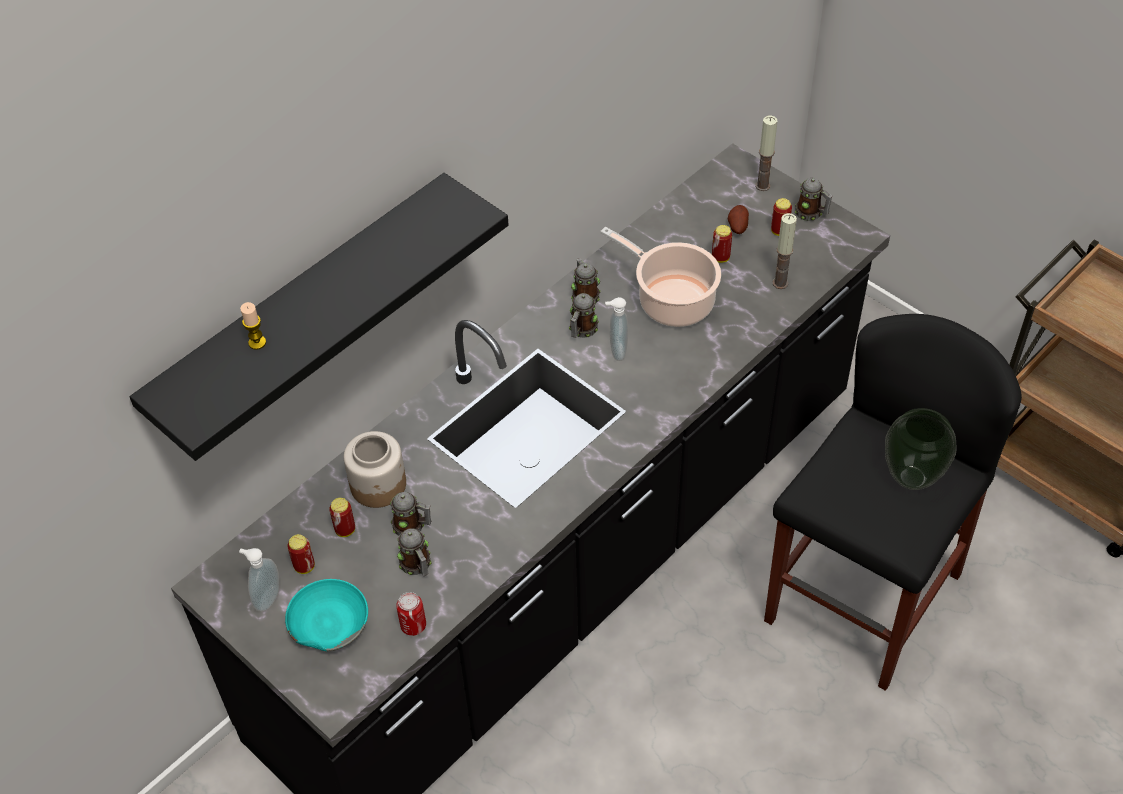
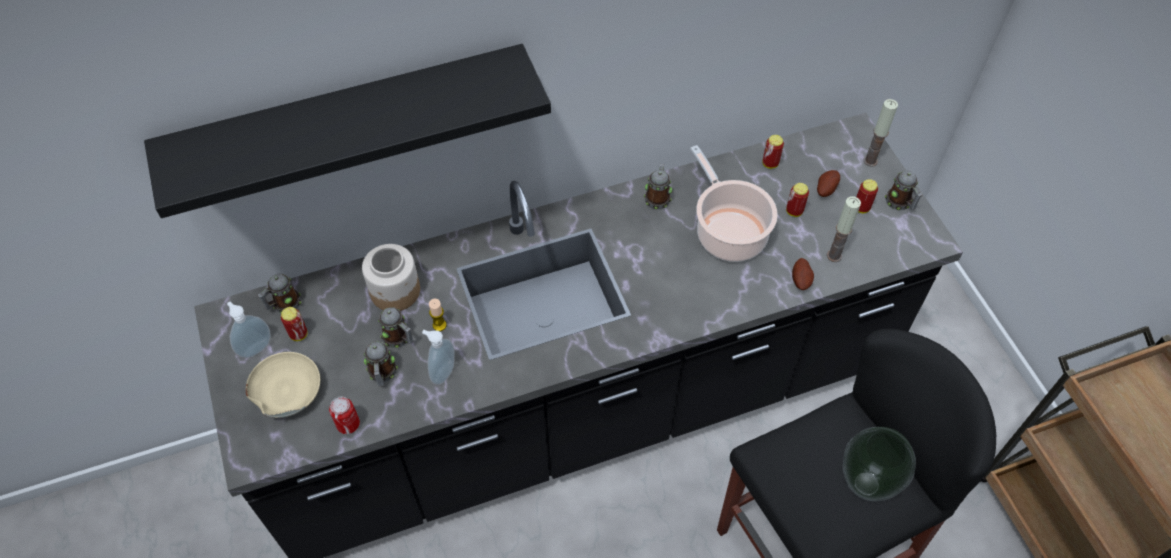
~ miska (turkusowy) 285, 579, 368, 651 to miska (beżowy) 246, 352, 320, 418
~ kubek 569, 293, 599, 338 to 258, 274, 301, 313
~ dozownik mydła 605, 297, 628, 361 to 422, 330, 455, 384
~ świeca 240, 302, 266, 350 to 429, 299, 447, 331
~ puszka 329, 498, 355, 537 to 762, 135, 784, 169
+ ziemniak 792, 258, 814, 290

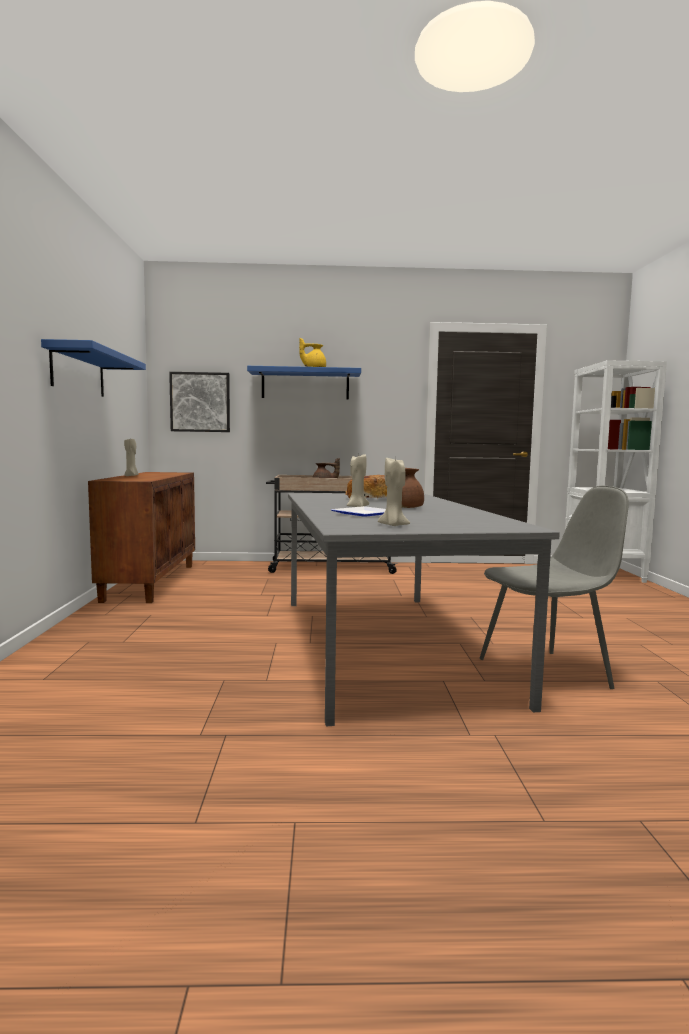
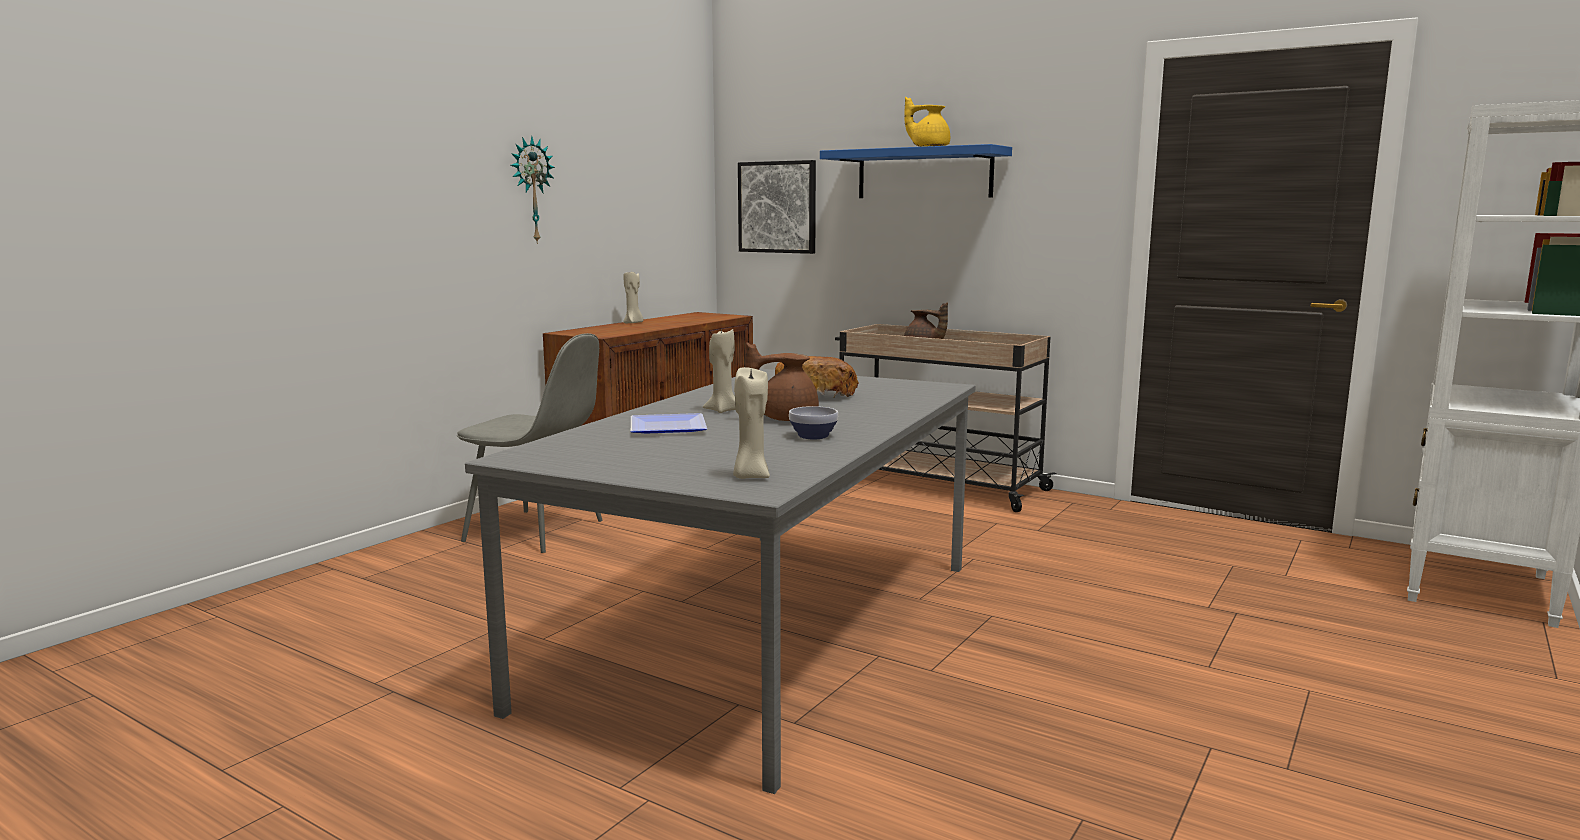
~ krzesło (szary) 480, 486, 629, 689 to 457, 333, 602, 553
~ półka (niebieski) 41, 339, 146, 397 to zegar ścienny 511, 136, 555, 244
~ świeca (beżowy) 378, 457, 410, 526 to 733, 367, 770, 479
+ miska 789, 406, 838, 439

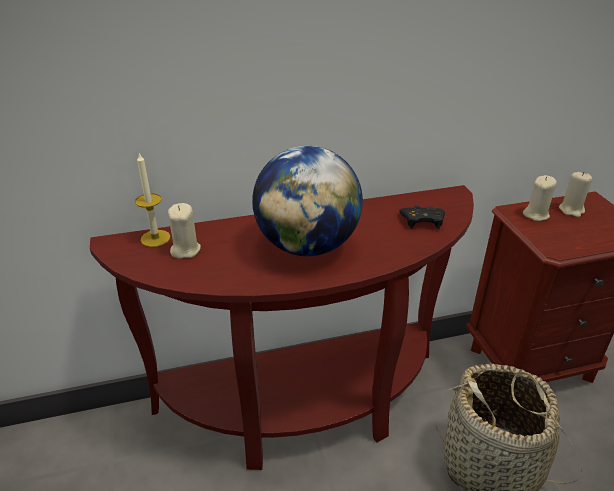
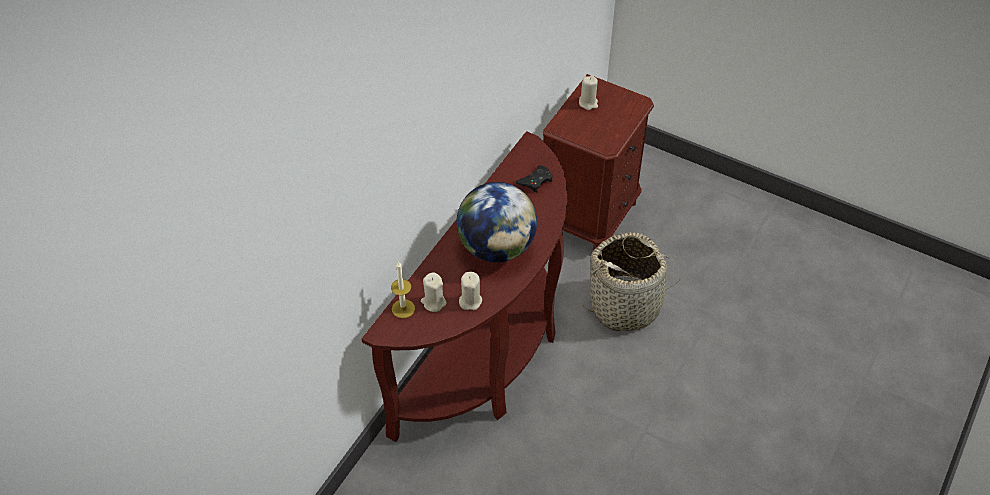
~ świeca (beżowy) 523, 175, 557, 221 to 459, 272, 482, 310

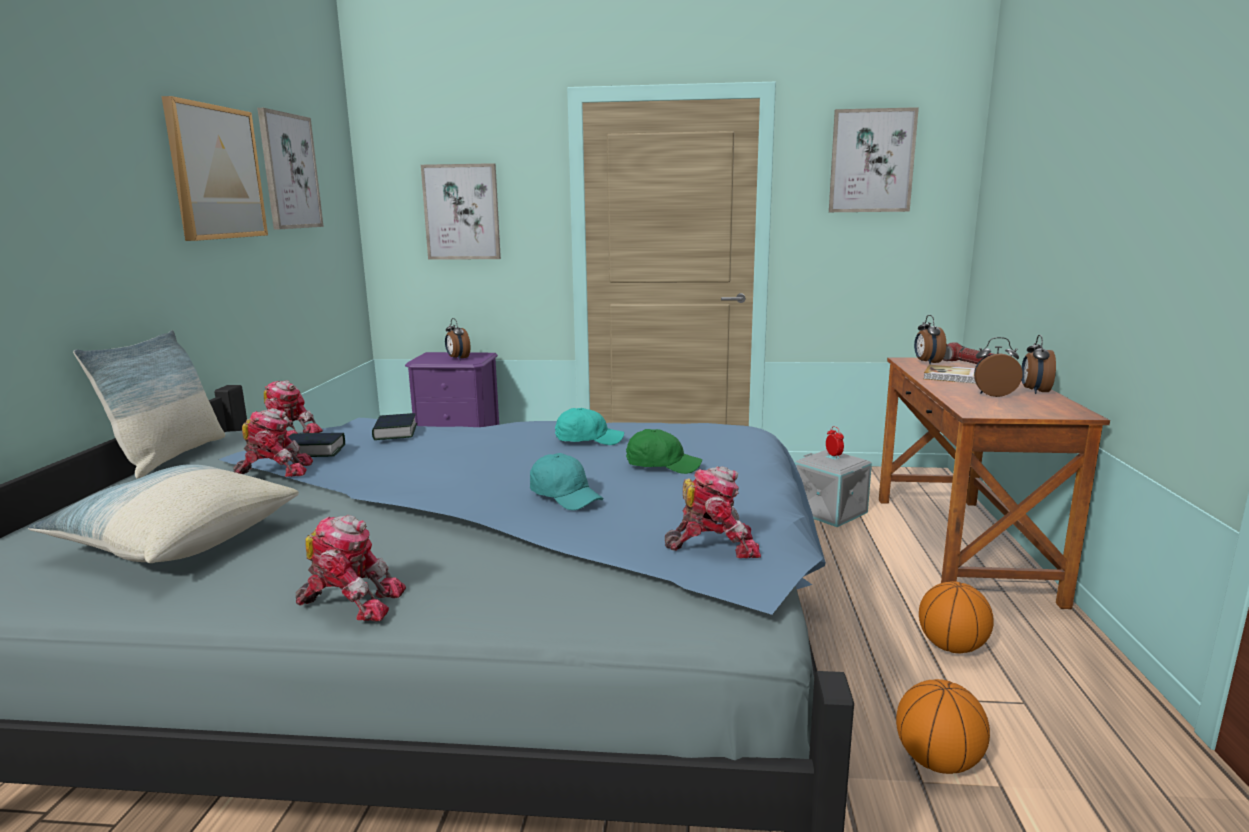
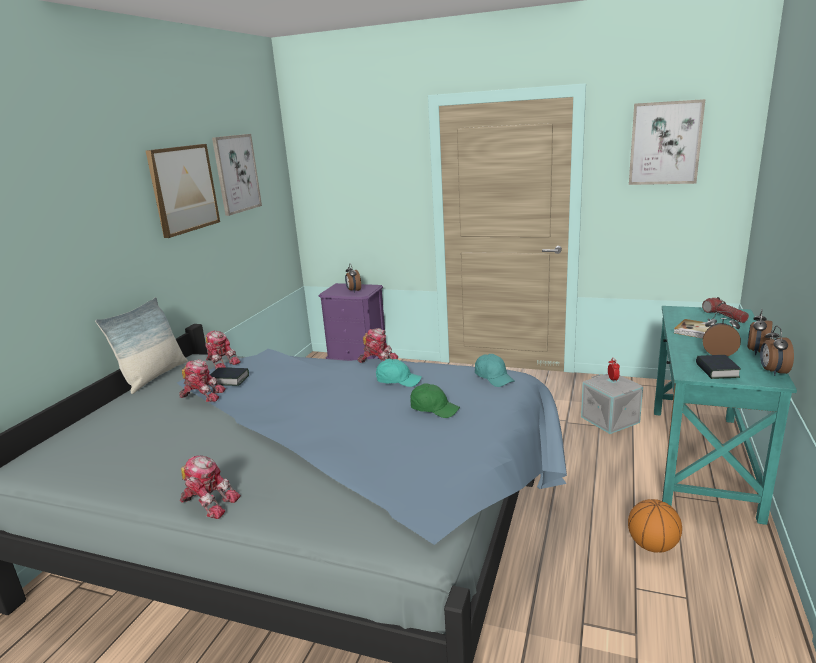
~ robot zabawkowy 665, 466, 761, 558 to 358, 328, 398, 363
~ czapka z daszkiem (turkusowy) 530, 453, 604, 510 to 475, 354, 515, 387
~ biurko (brązowy) 879, 357, 1110, 609 to biurko (turkusowy) 654, 306, 797, 525
~ książka 372, 413, 417, 440 to 696, 355, 741, 379
~ budzik 914, 315, 946, 365 to 760, 325, 794, 376
- poduszka 28, 464, 299, 563
- obraz 421, 163, 501, 260
- piłka do koszykówki 896, 679, 990, 774

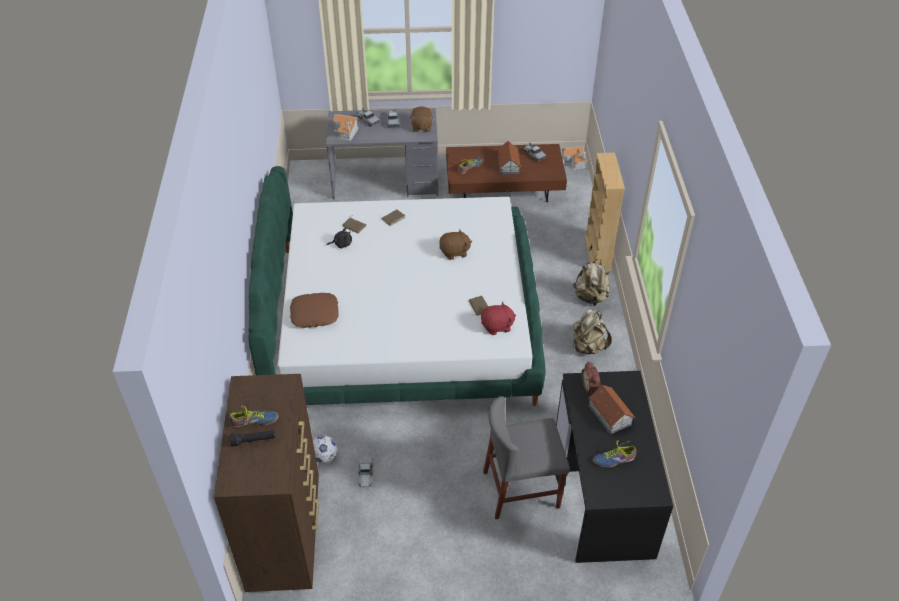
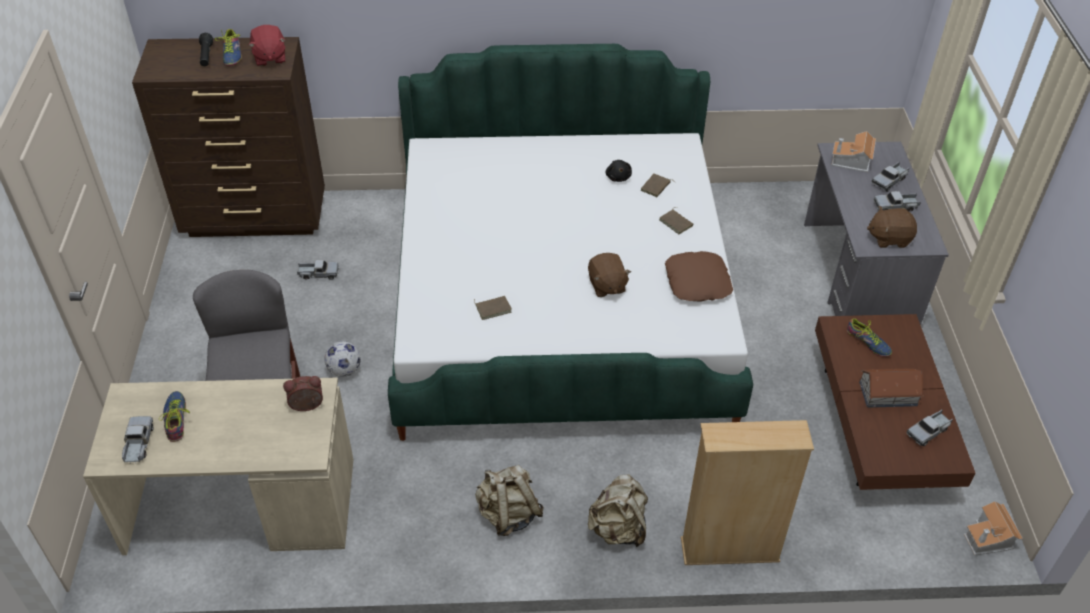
~ biurko (czarny) 556, 371, 673, 563 to biurko (beżowy) 83, 378, 353, 555
+ ciężarówka zabawkowa 122, 416, 153, 463
~ pluszak (czerwony) 481, 302, 516, 335 to 249, 25, 286, 66
~ piłka futbolowa 313, 435, 337, 463 to 324, 341, 361, 377
~ poduszka (brązowy) 290, 293, 339, 328 to 665, 251, 733, 302
- domek 588, 384, 635, 434

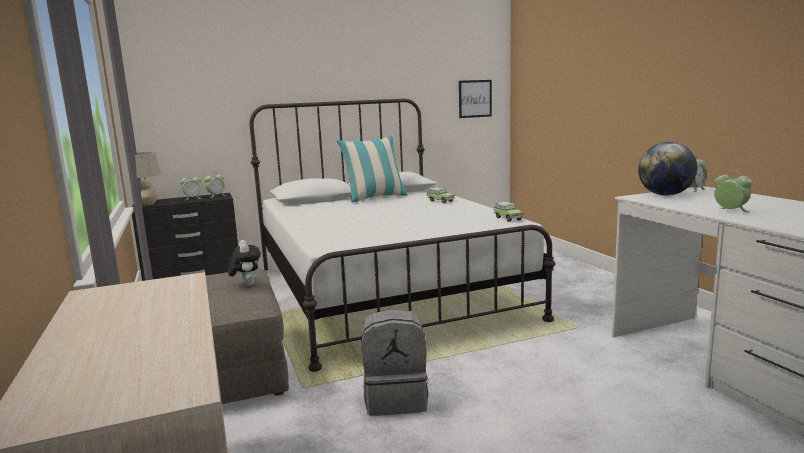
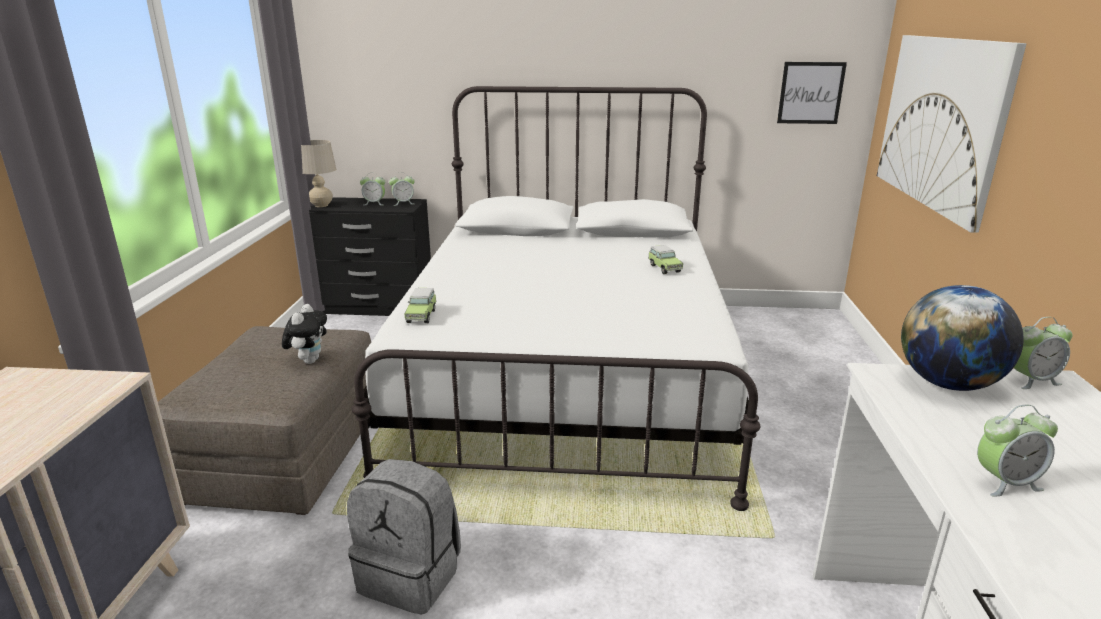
~ samochodzik 493, 202, 523, 222 to 405, 288, 437, 323
+ obraz 877, 35, 1027, 233
~ budzik 714, 170, 752, 212 = 977, 405, 1058, 497 90 degrees clockwise
- poduszka 337, 135, 408, 202

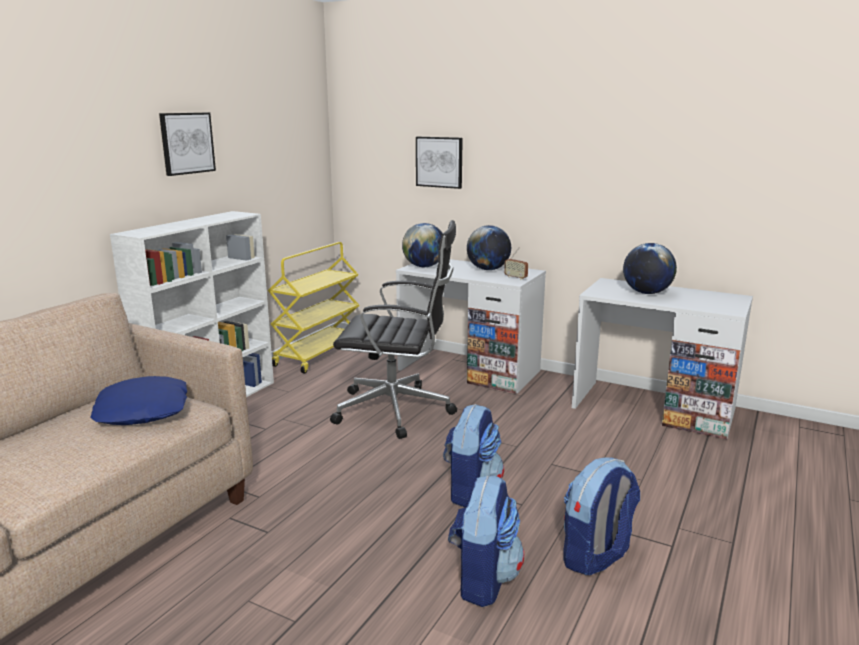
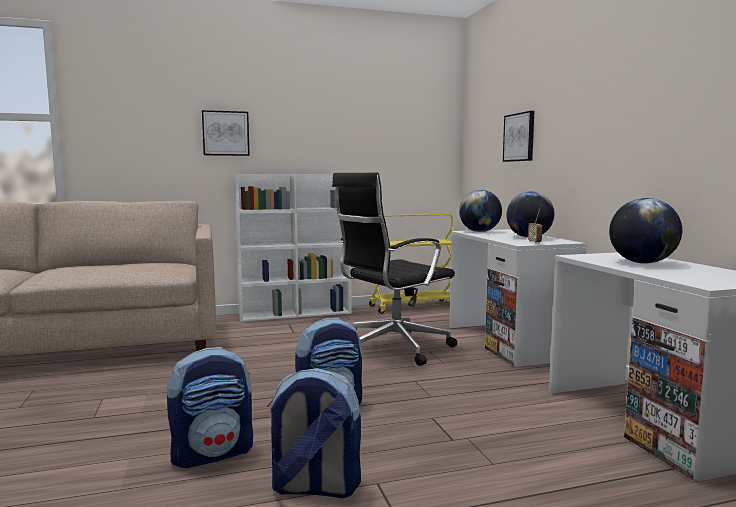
~ obraz 159, 113, 216, 176 to 202, 110, 250, 156
~ krzesło biurowe (czarny) 330, 220, 457, 439 = 332, 173, 457, 366 90 degrees clockwise
- poduszka (niebieski) 90, 376, 187, 425

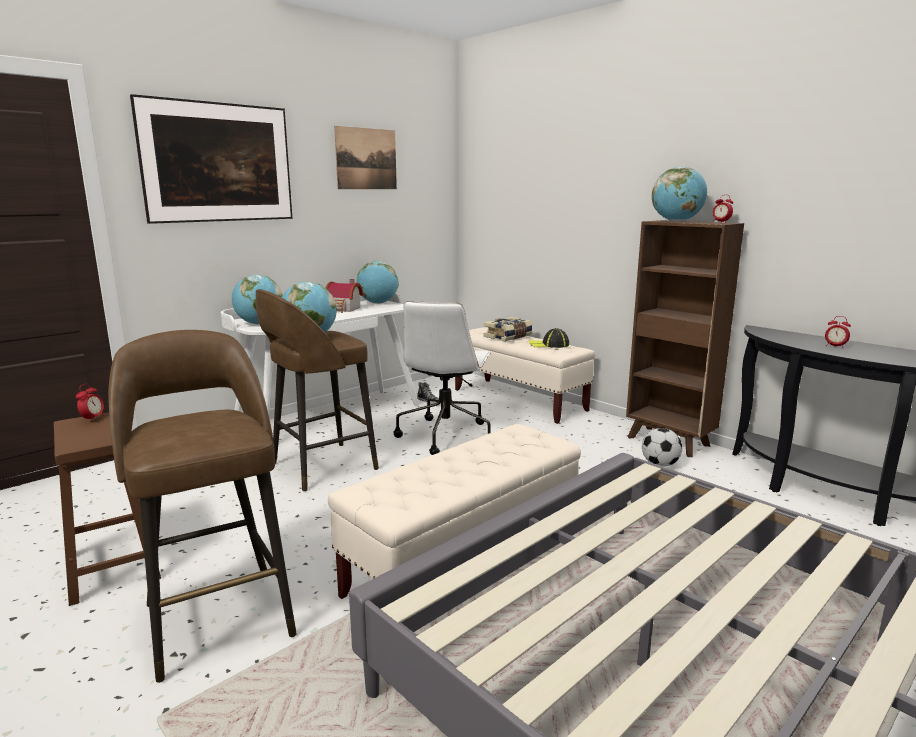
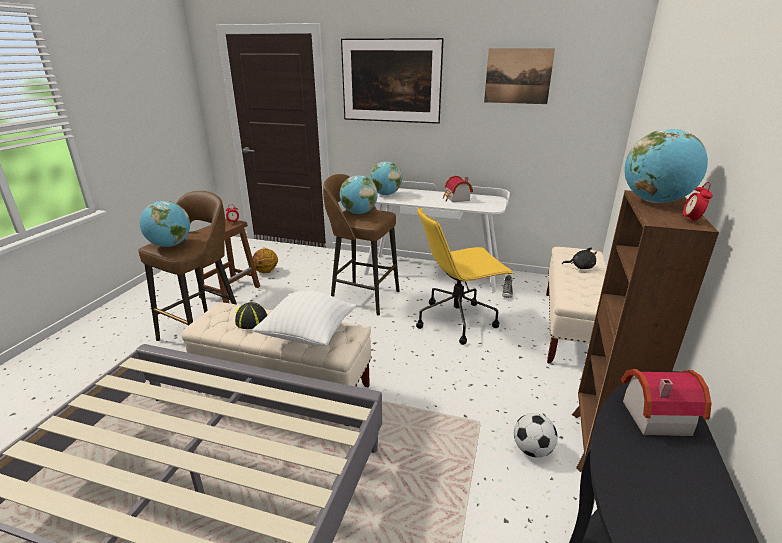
~ globus 356, 261, 399, 304 to 139, 201, 190, 247
~ czapka z daszkiem 529, 328, 569, 348 to 235, 302, 267, 329
+ piłka do koszykówki 252, 248, 278, 273
+ poduszka (biały) 253, 291, 357, 346
~ krzesło biurowe (biały) 394, 301, 491, 455 to krzesło biurowe (żółty) 416, 208, 514, 345
~ książka 484, 317, 533, 341 to pluszak (czarny) 562, 247, 597, 269
+ domek 621, 369, 711, 436
- budzik 825, 316, 851, 347

